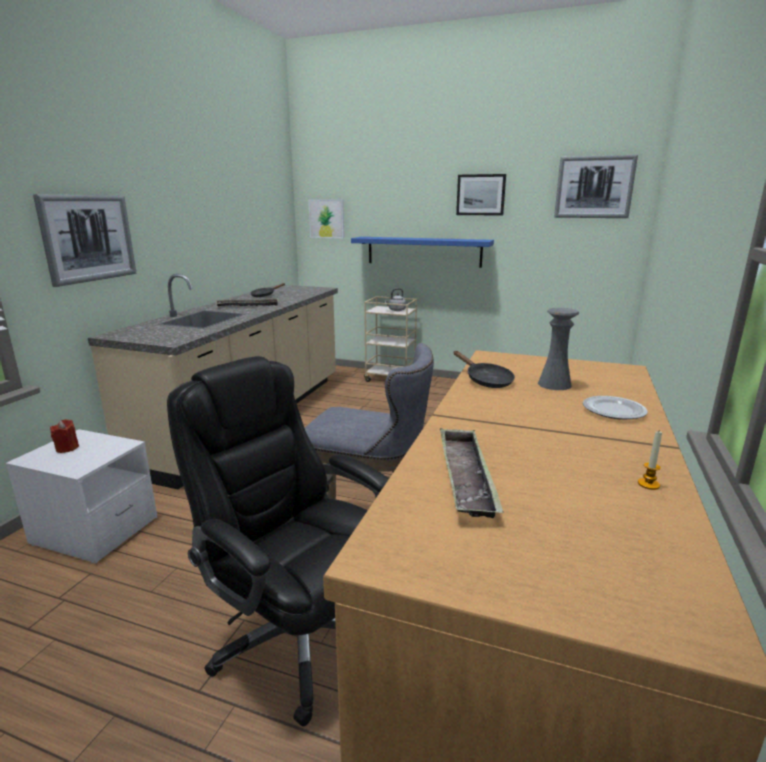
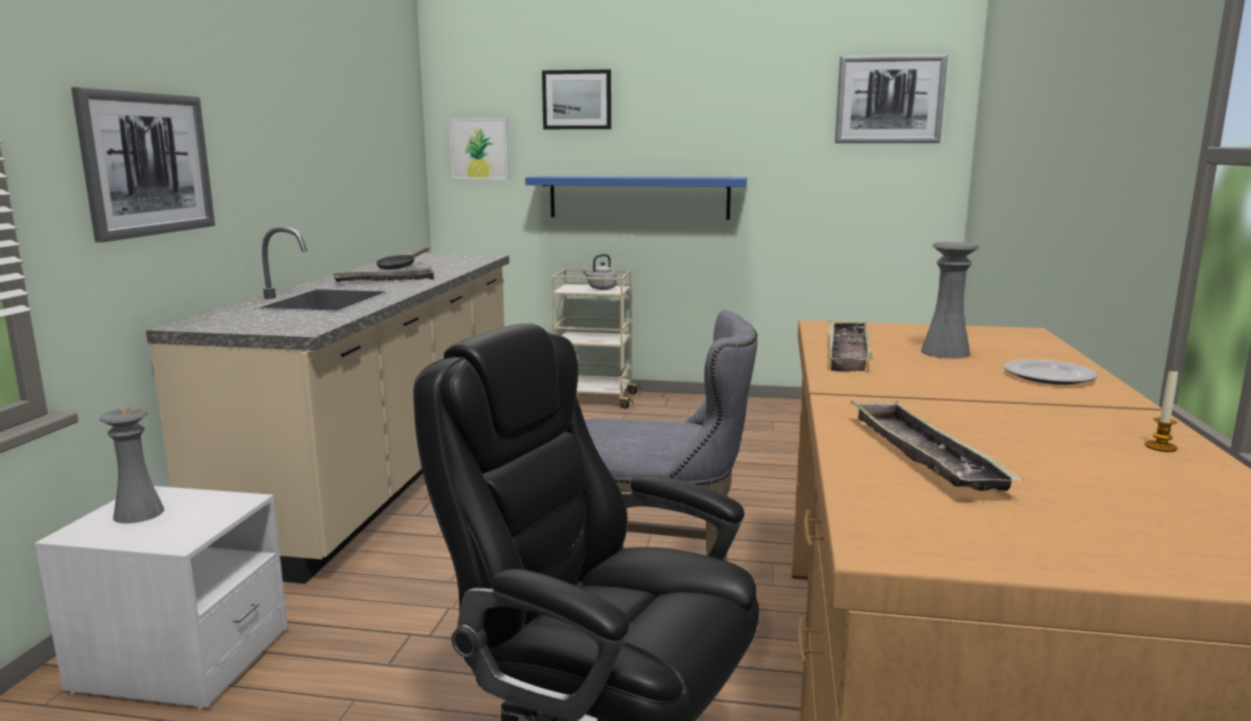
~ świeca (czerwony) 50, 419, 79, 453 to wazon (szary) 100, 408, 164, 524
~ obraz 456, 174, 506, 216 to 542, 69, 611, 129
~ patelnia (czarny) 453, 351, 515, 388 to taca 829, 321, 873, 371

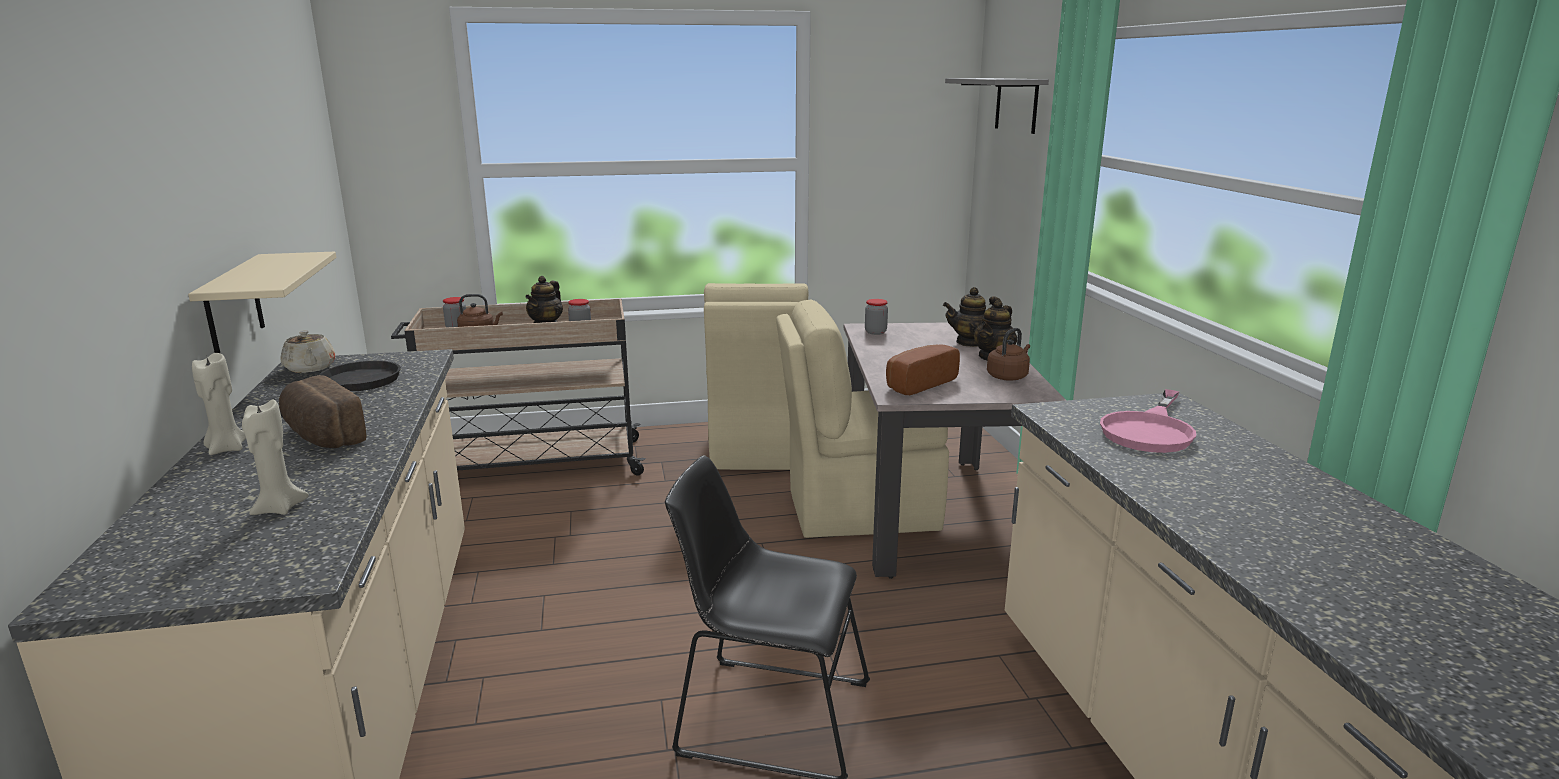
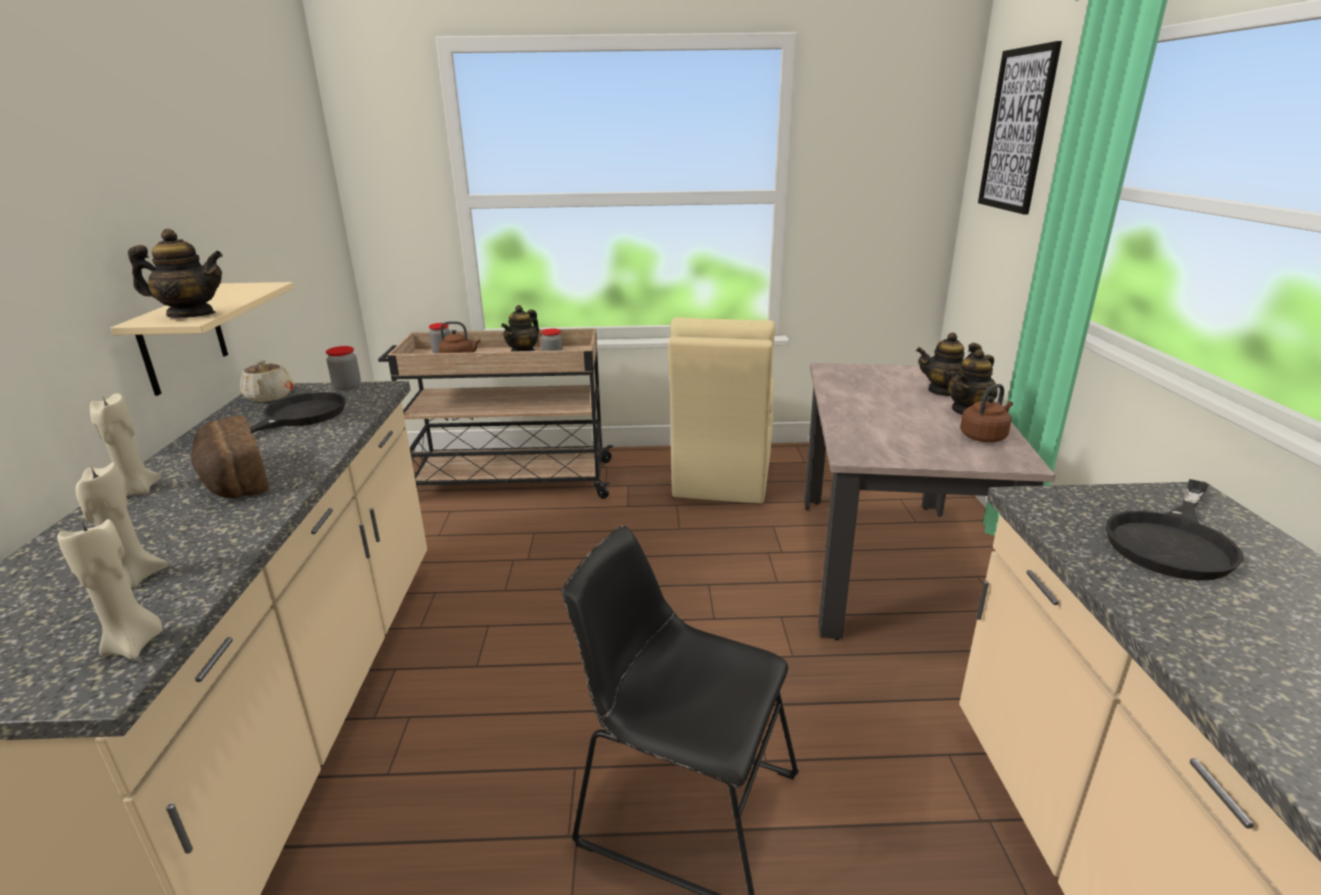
+ świeca (beżowy) 57, 519, 163, 660
+ imbryk 128, 229, 223, 318
~ słoik 865, 299, 888, 335 to 326, 346, 361, 391
~ półka (szary) 945, 78, 1049, 134 to obraz 978, 41, 1062, 215
~ patelnia (różowy) 1100, 389, 1196, 453 to patelnia (czarny) 1106, 479, 1243, 581
- krzesło (beżowy) 776, 300, 949, 538
- chleb 886, 344, 960, 395

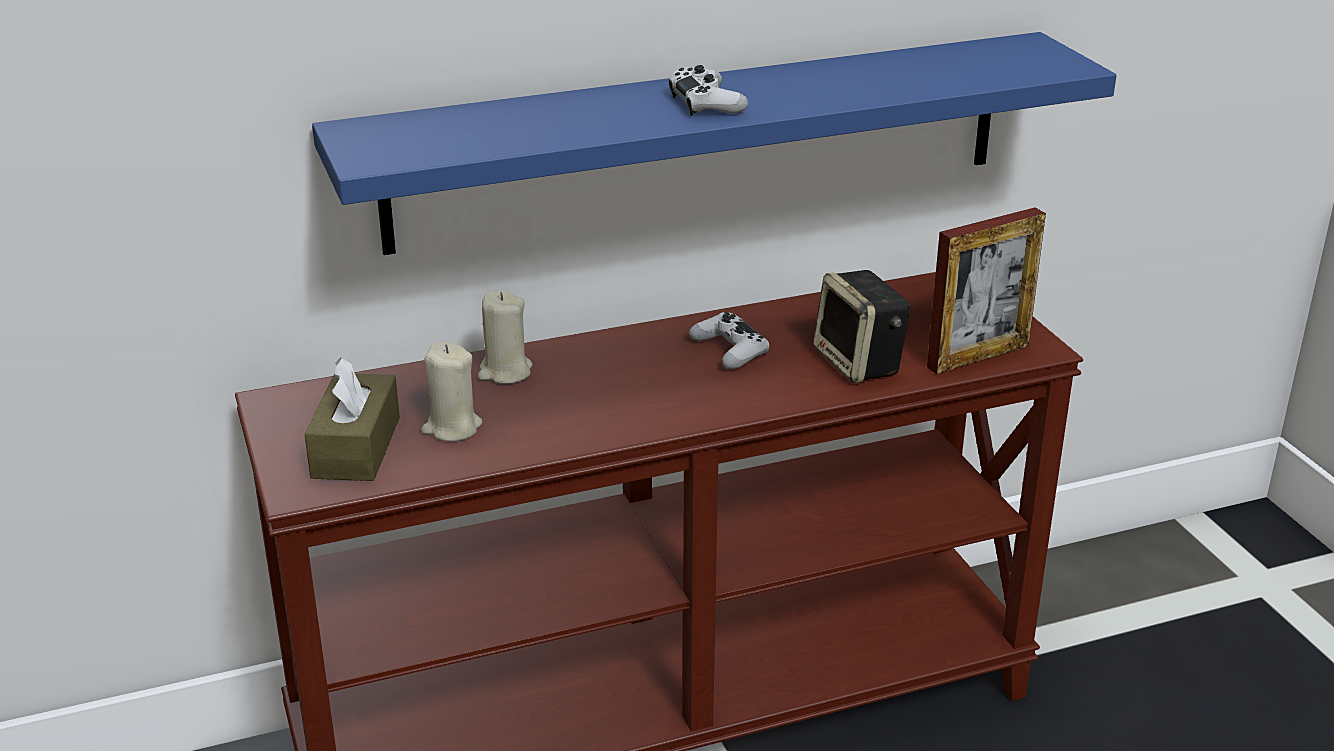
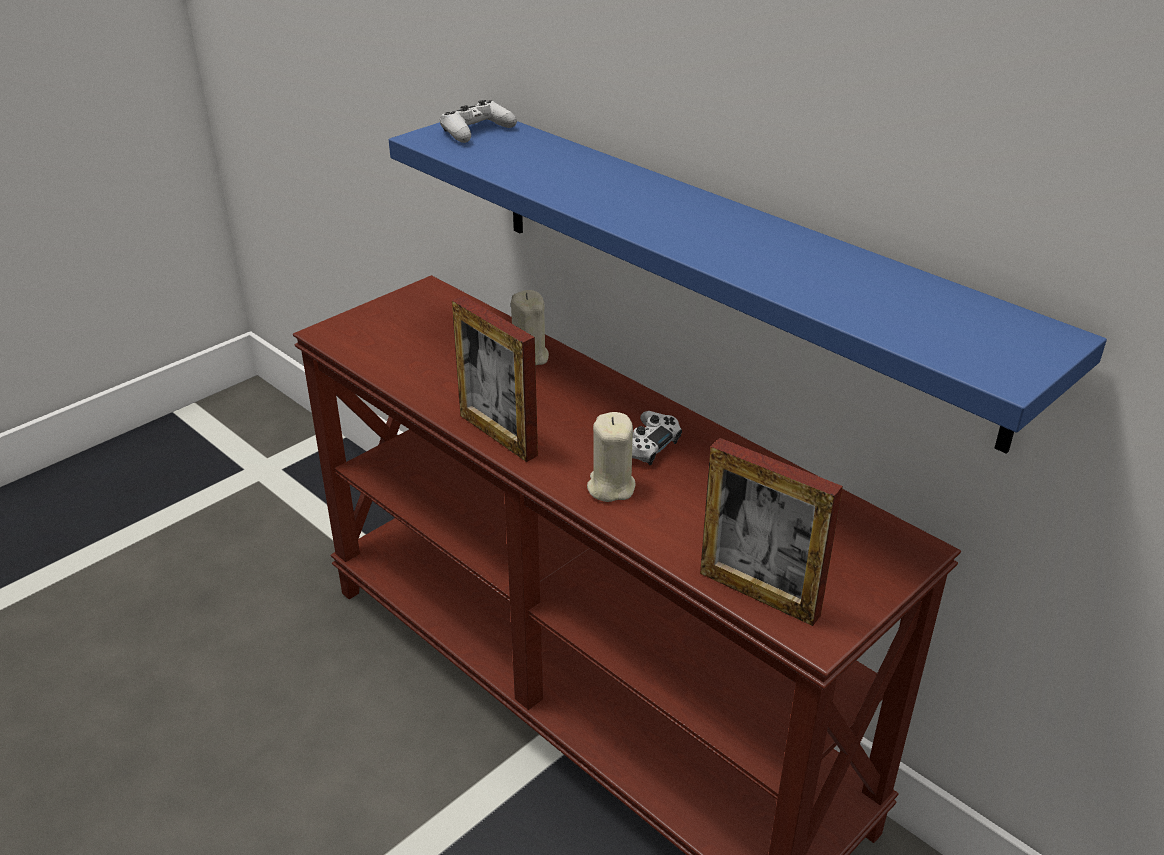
~ pad do gier (biały) 669, 65, 748, 116 to 440, 100, 517, 143
+ ramka na zdjęcie 452, 296, 538, 462
~ świeca (beżowy) 421, 341, 482, 441 to 587, 412, 636, 502
- pudełko chusteczek (brązowy) 304, 357, 400, 481
- głośnik 813, 270, 911, 383

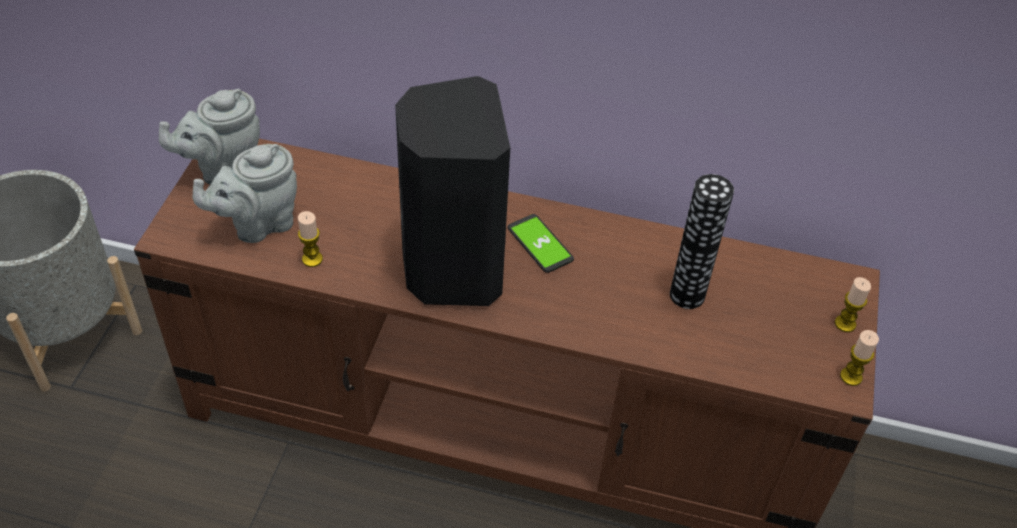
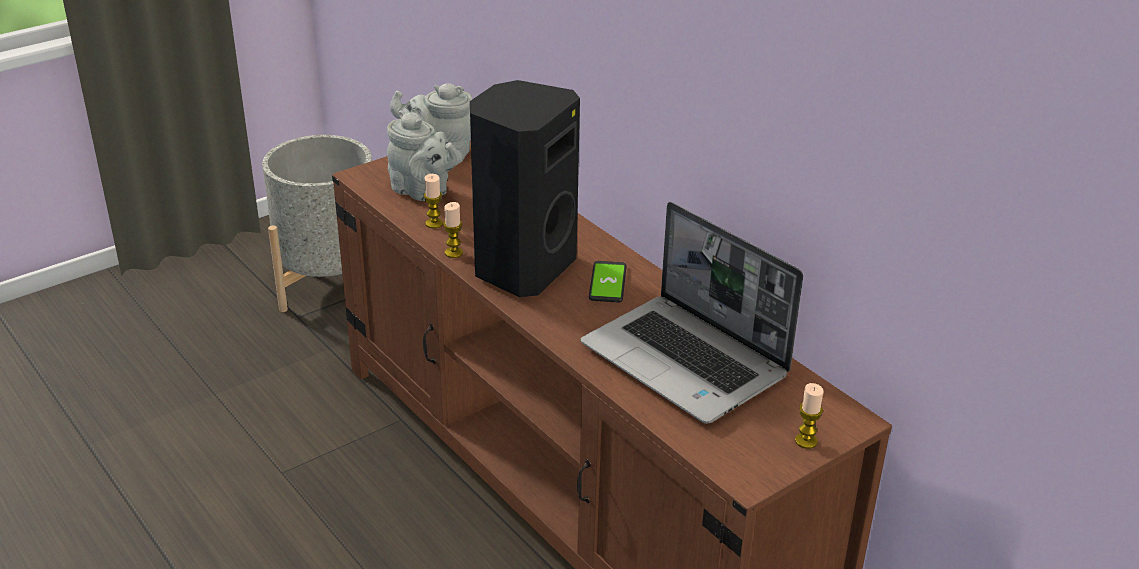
~ imbryk (szary) 193, 144, 297, 243 = 387, 110, 462, 201 150 degrees counterclockwise
~ świeca 840, 330, 879, 386 to 443, 202, 463, 258
~ wazon 670, 174, 734, 309 to laptop 581, 202, 803, 424

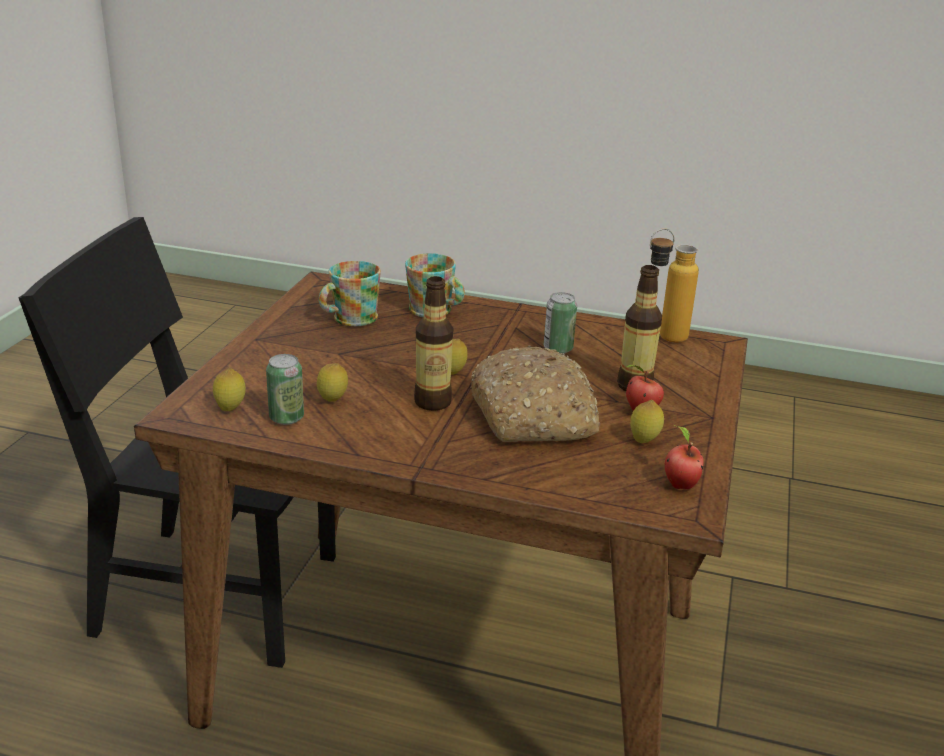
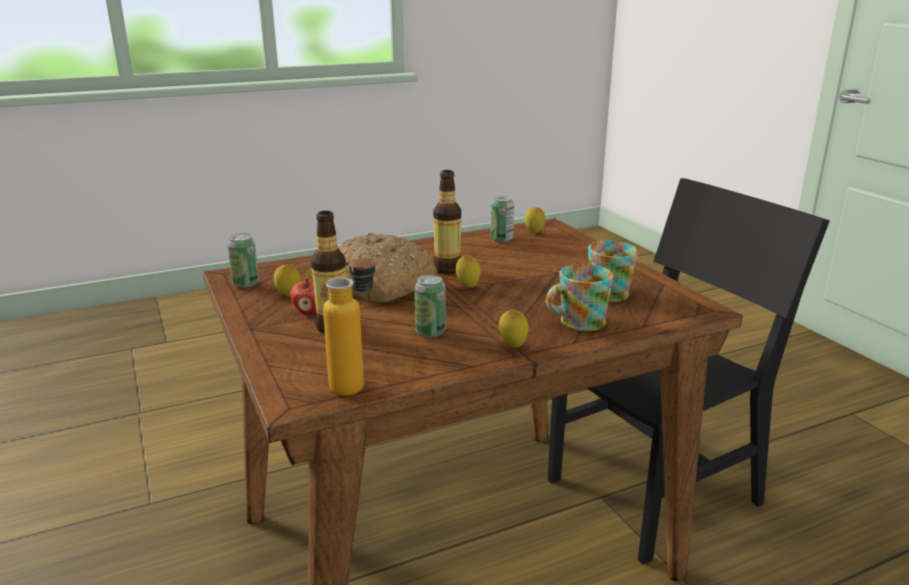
~ jabłko 665, 425, 704, 489 to puszka 227, 233, 259, 288
~ cytryna 317, 363, 348, 402 to 499, 310, 529, 348

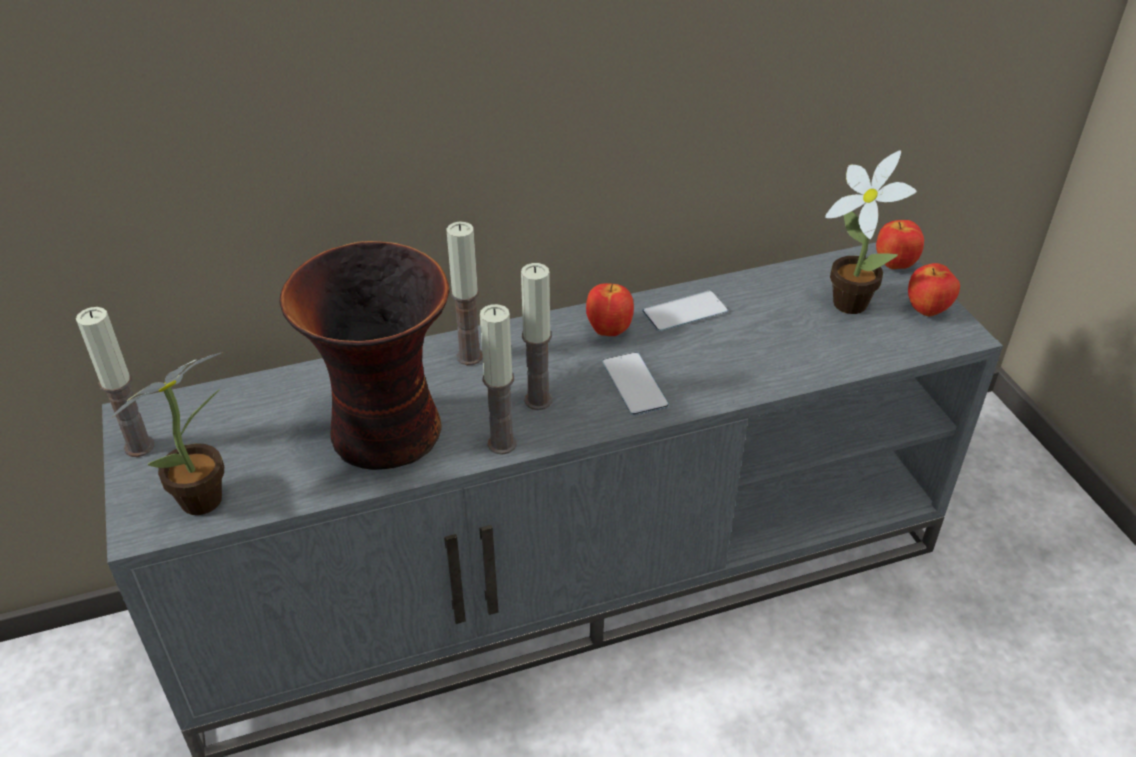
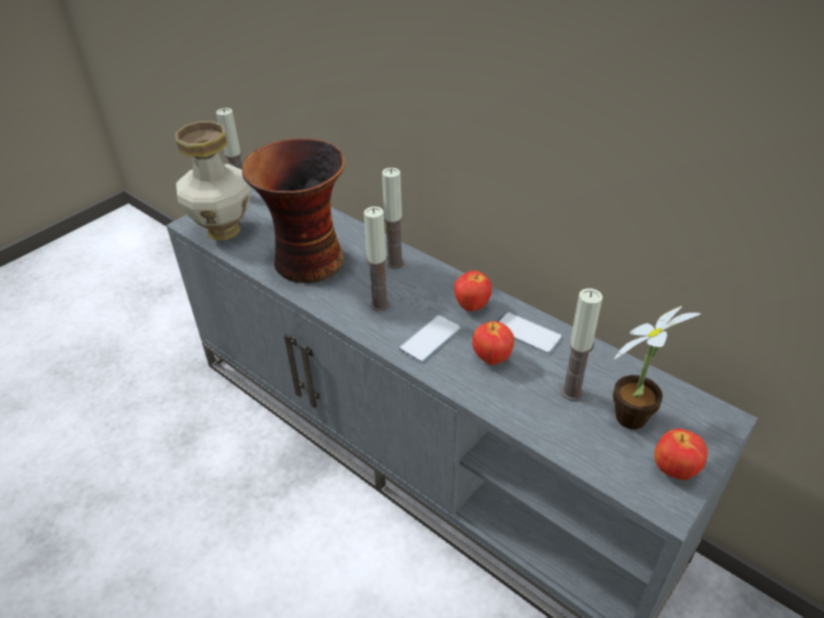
~ roślina doniczkowa 112, 352, 224, 515 to wazon 175, 121, 251, 240
~ jabłko 876, 220, 924, 269 to 472, 321, 514, 365
~ świeca 480, 304, 517, 455 to 561, 288, 603, 401

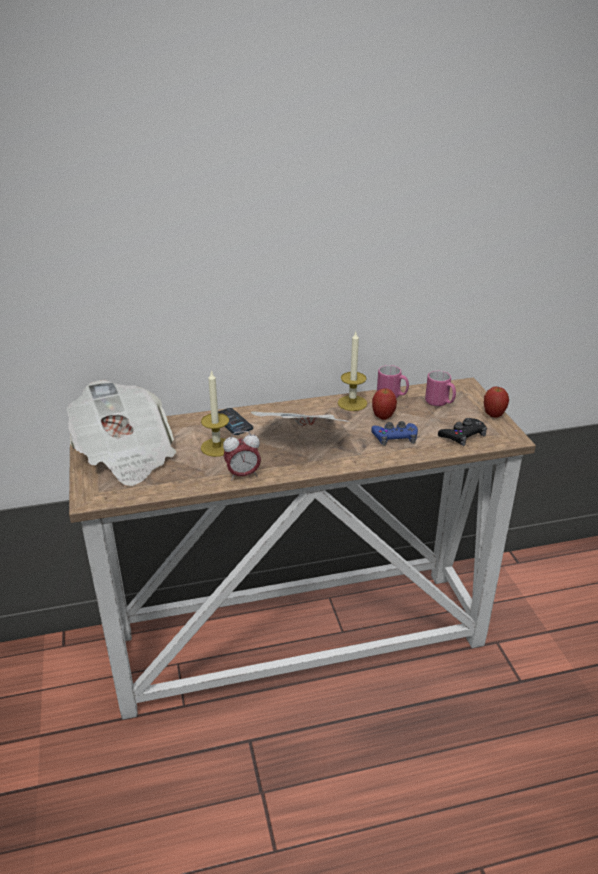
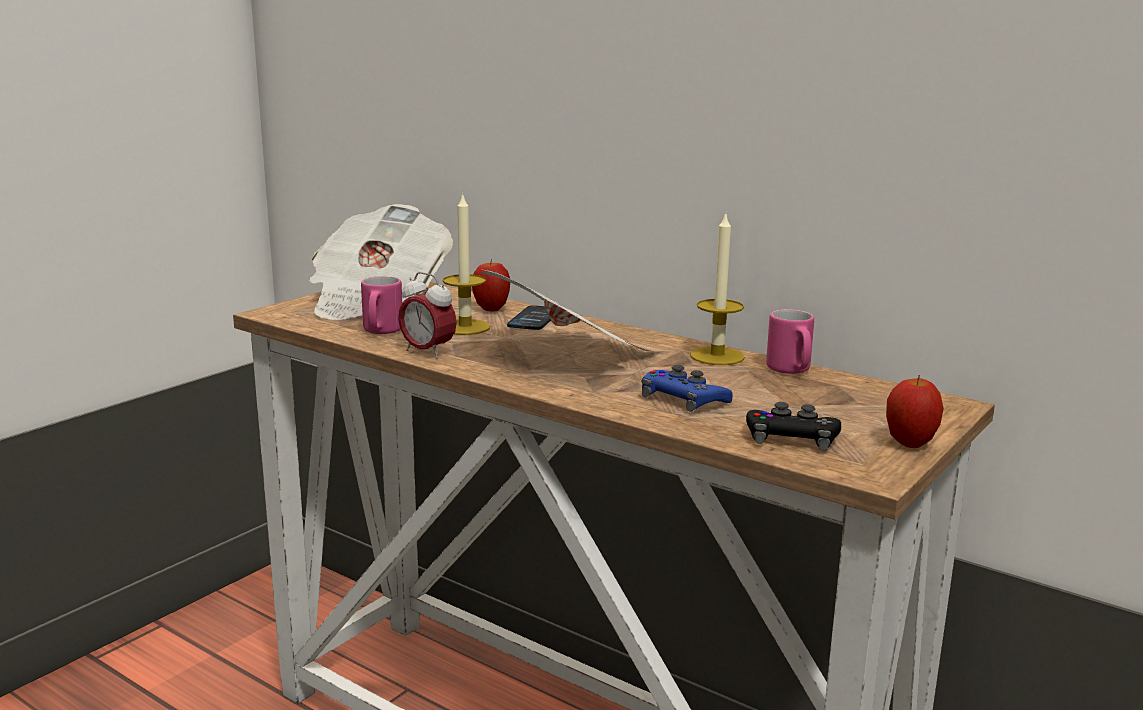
~ kubek (różowy) 425, 371, 456, 406 to 361, 276, 402, 334
~ jabłko 372, 388, 397, 420 to 472, 259, 510, 311

